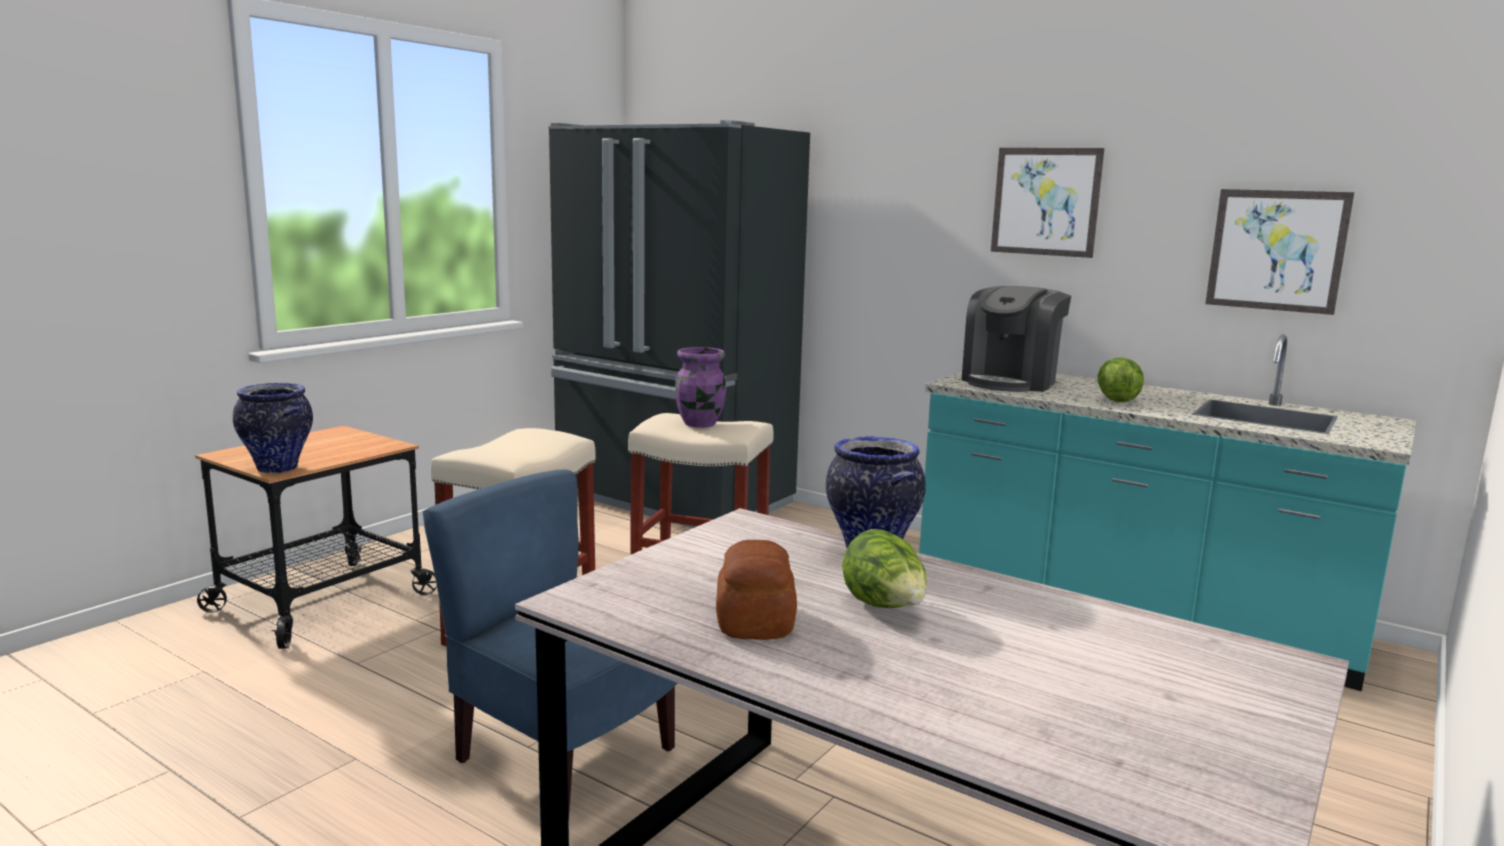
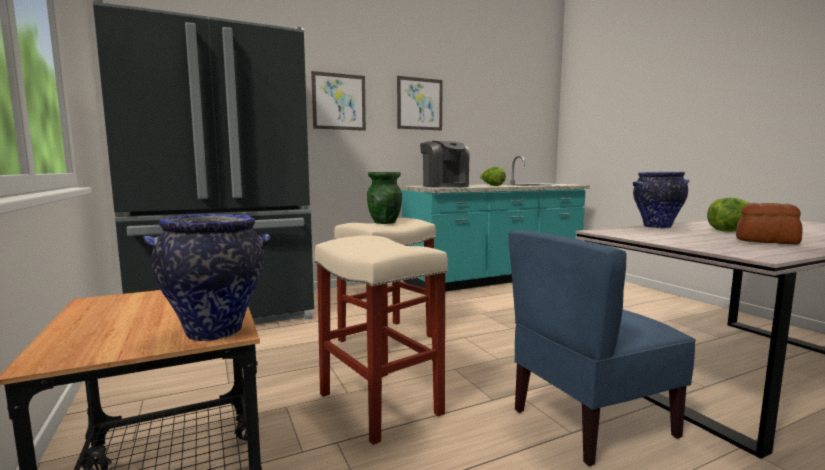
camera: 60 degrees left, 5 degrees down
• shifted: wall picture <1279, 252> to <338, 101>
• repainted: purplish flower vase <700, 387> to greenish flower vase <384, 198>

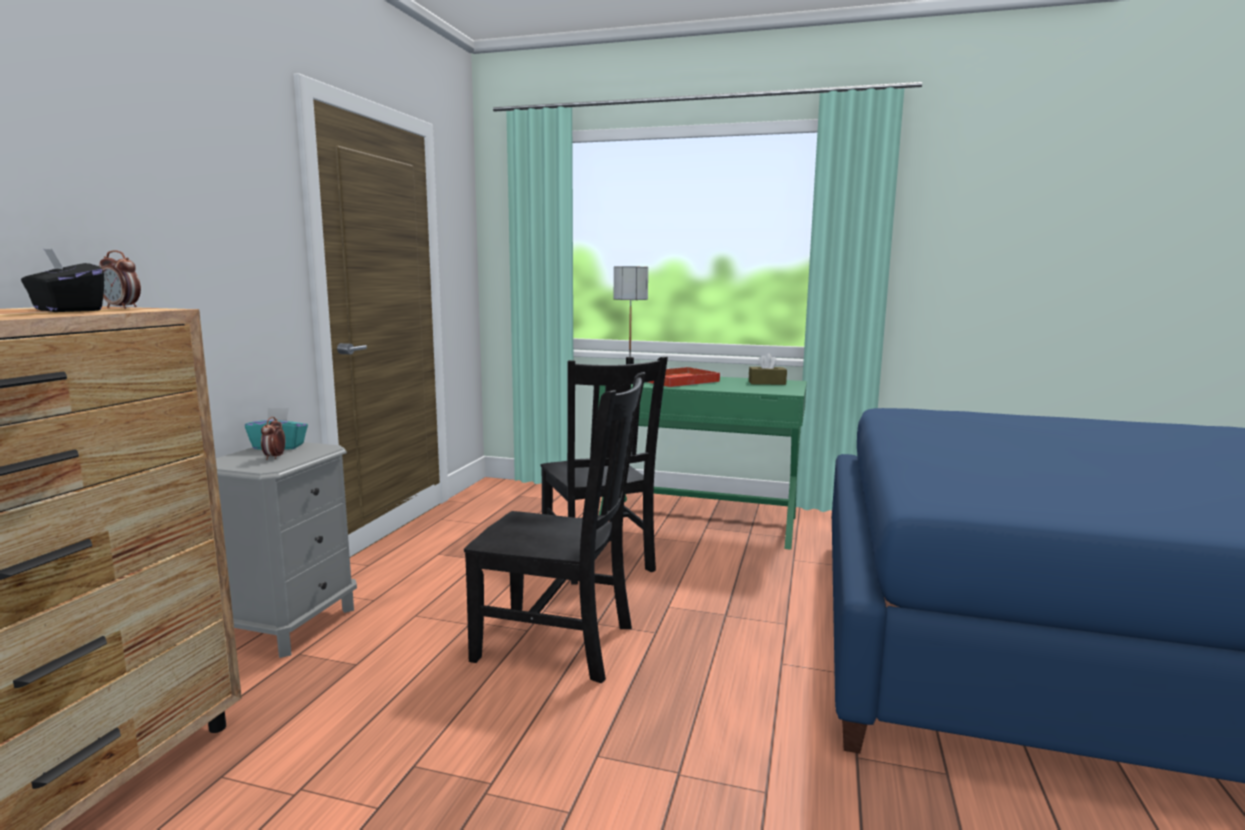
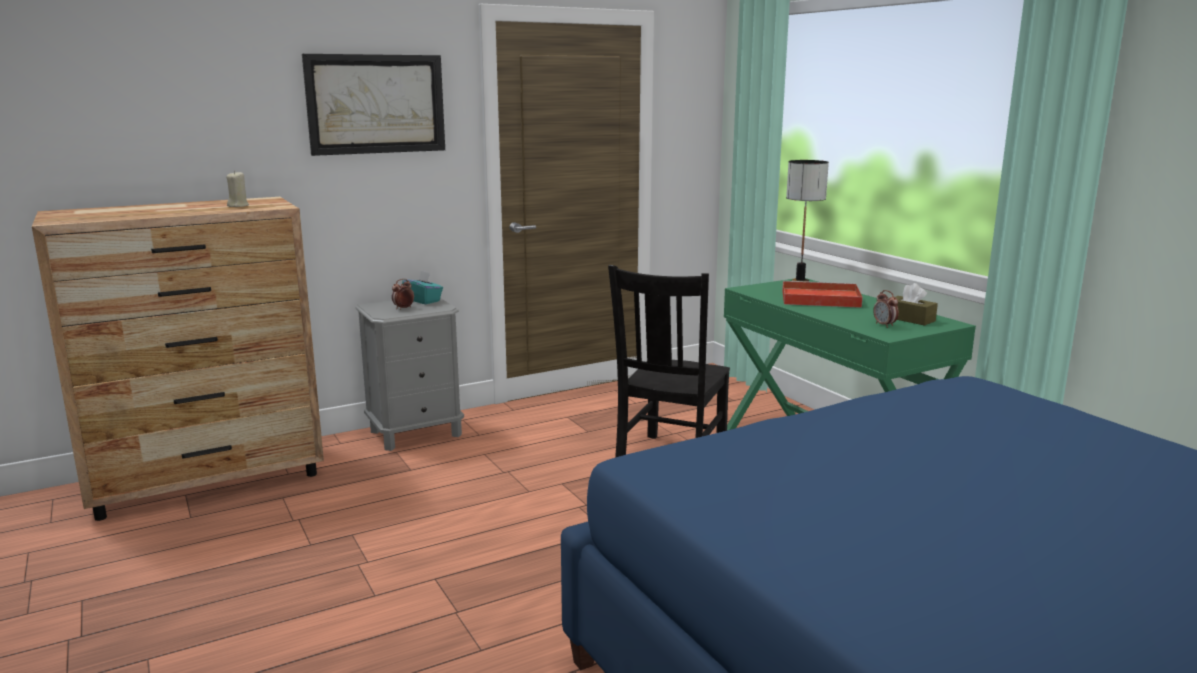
camera: 45 degrees right, 5 degrees up
• gone: blackish plain chair <554, 527>
• new: wall picture <373, 105>
• shifted: bedside clock <120, 279> to <886, 309>
• swapped: blackish tissue holder <62, 280> to beige-coloured wax light <237, 189>

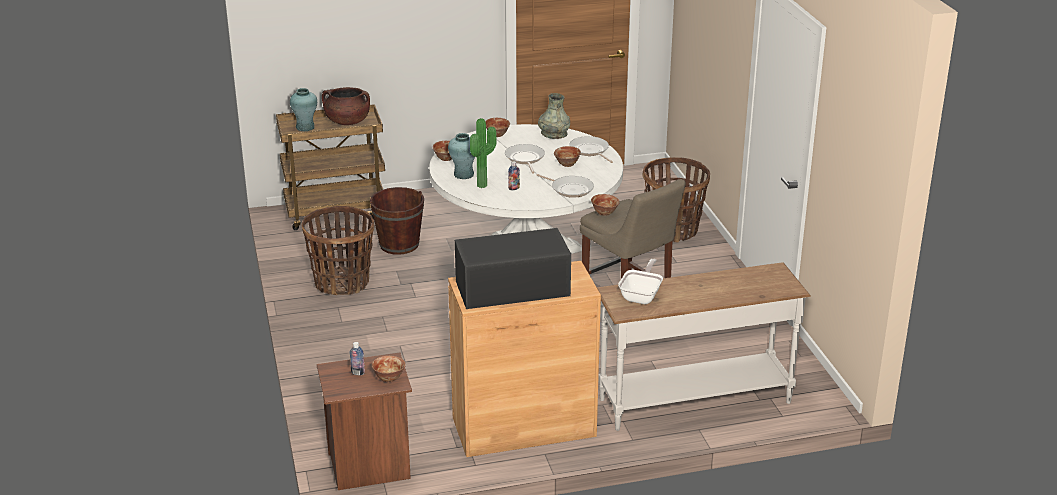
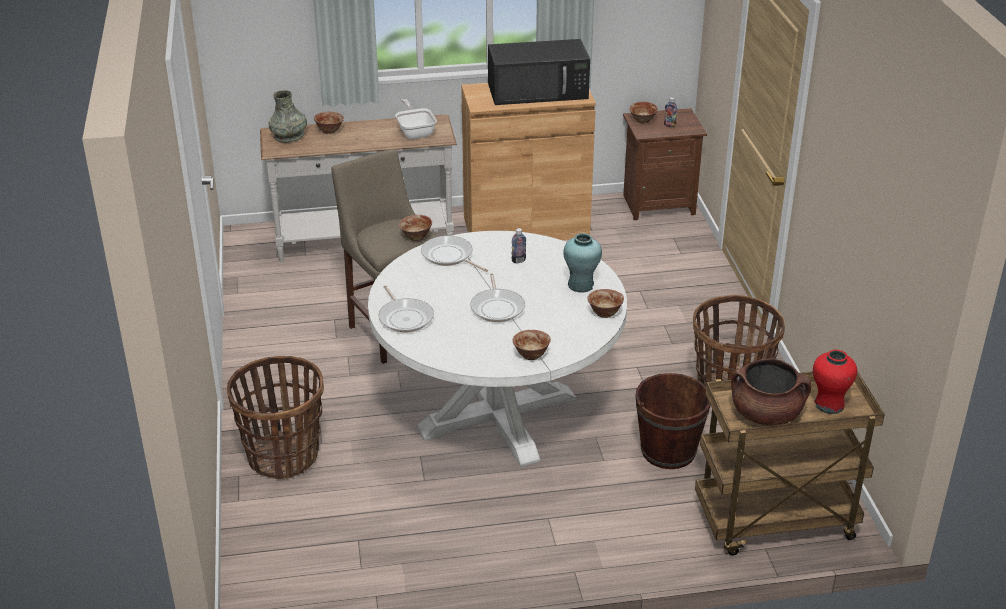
camera: 175 degrees left, 5 degrees up
• gone: houseplant <483, 153>
• shifted: greyish flower vase <554, 116> to <287, 116>
• shifted: bowl <567, 156> to <329, 123>
• repainted: turquoise flower vase <303, 109> to red flower vase <835, 382>
• rotated: skillet <640, 281> = <416, 119> 135 degrees clockwise

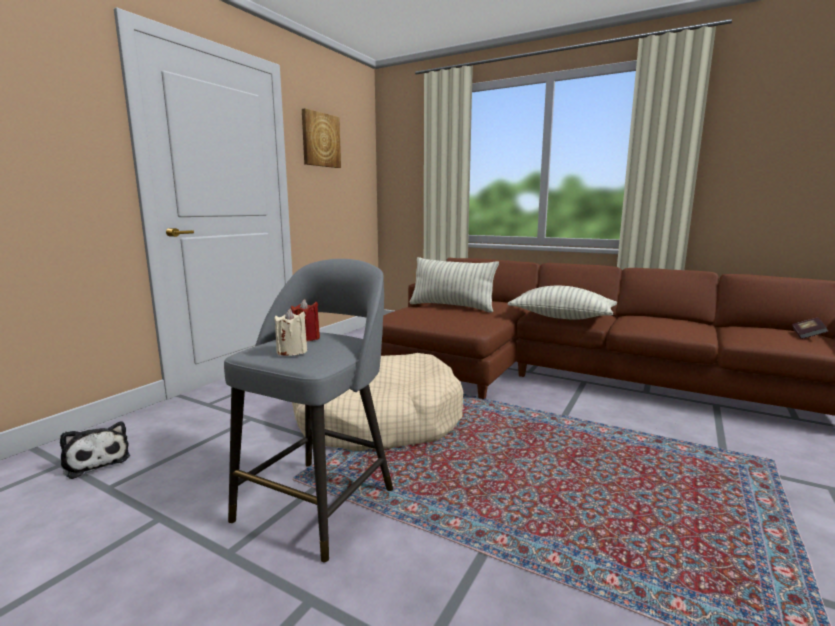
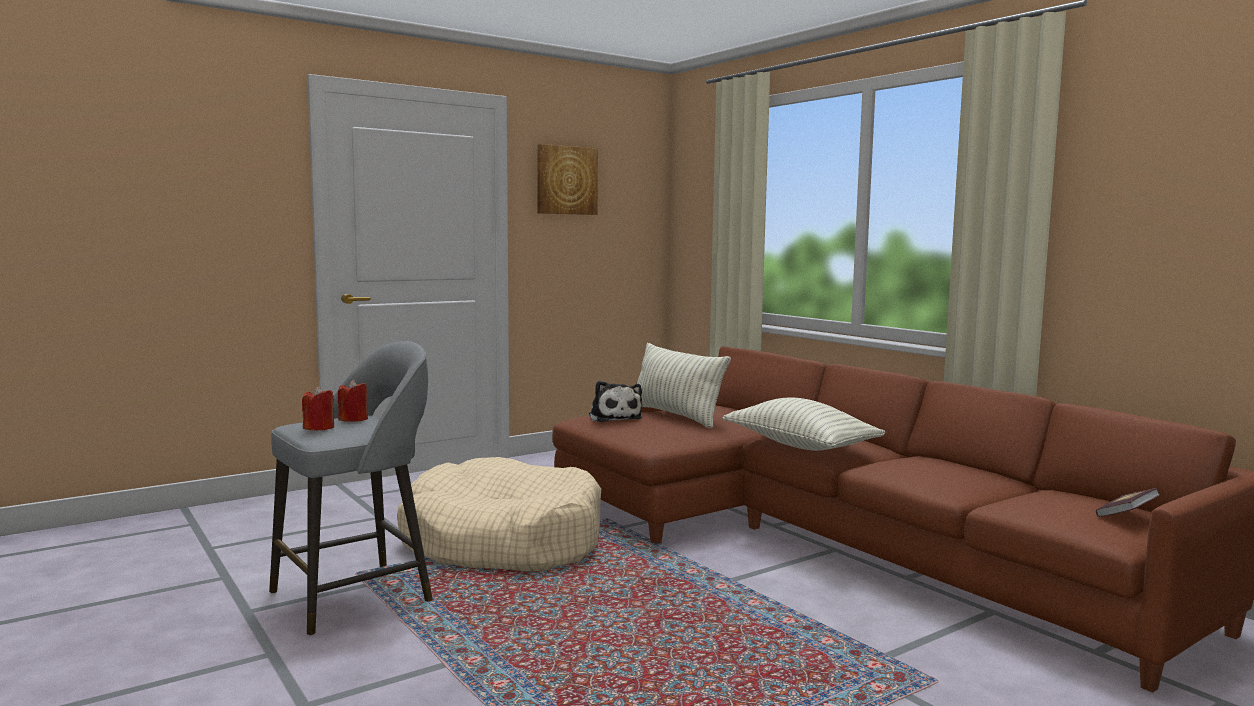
camera: 25 degrees right, 5 degrees down
• shifted: cuddly toy <95, 450> to <616, 401>
• repainted: beige-coloured wax light <291, 332> to red wax light <318, 408>

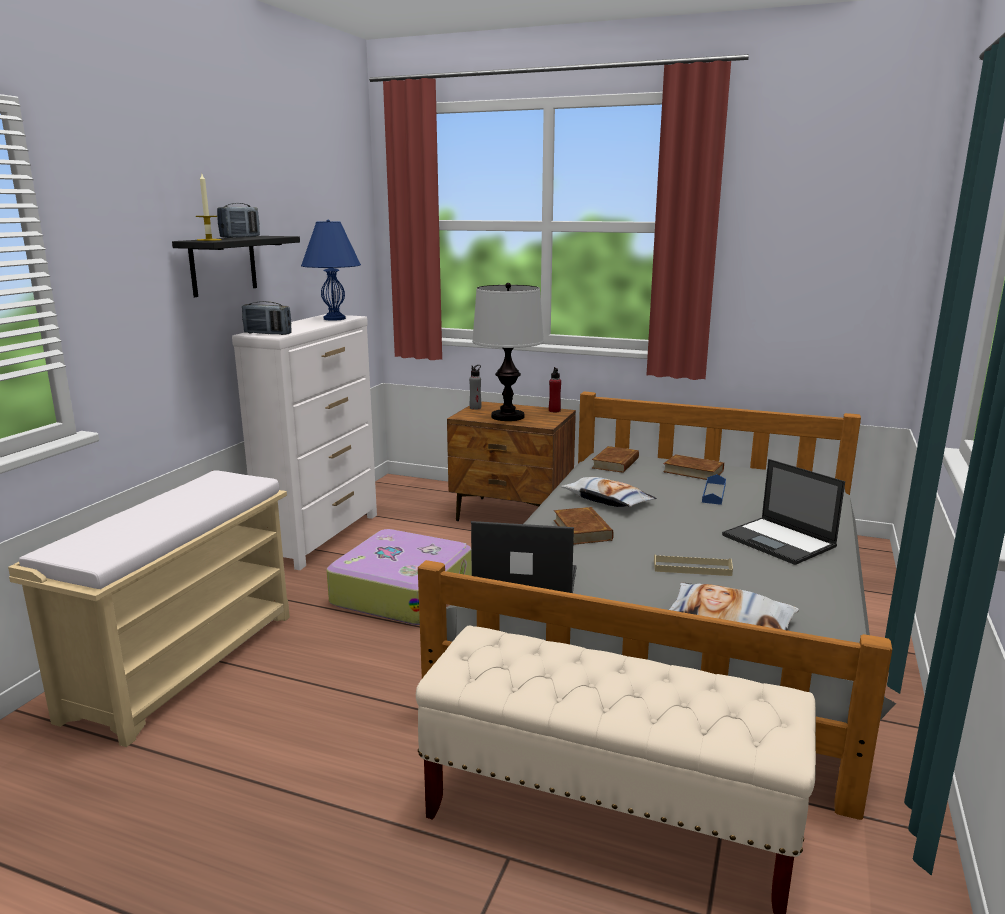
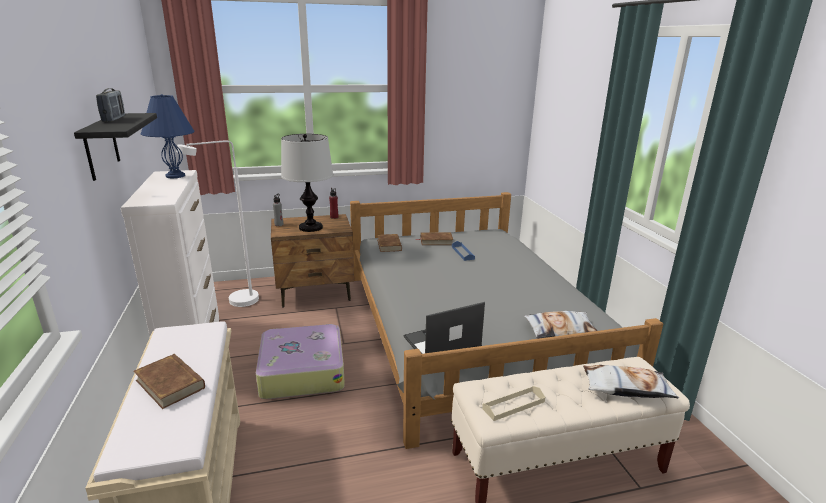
camera: 35 degrees left, 5 degrees up
• gone: wax light <209, 207>
• gone: radio receiver <266, 318>
• gone: portable computer <783, 512>
• new: whitish standard lamp <217, 224>
• shifted: brown volume <584, 526> to <169, 381>
• shifted: cushion <608, 492> to <631, 381>
• shifted: beige-coloured tray <693, 565> to <513, 403>

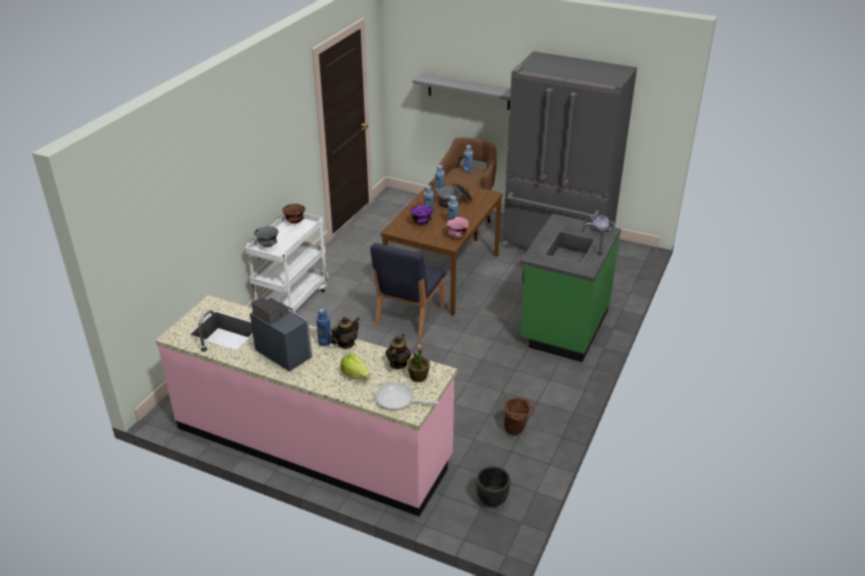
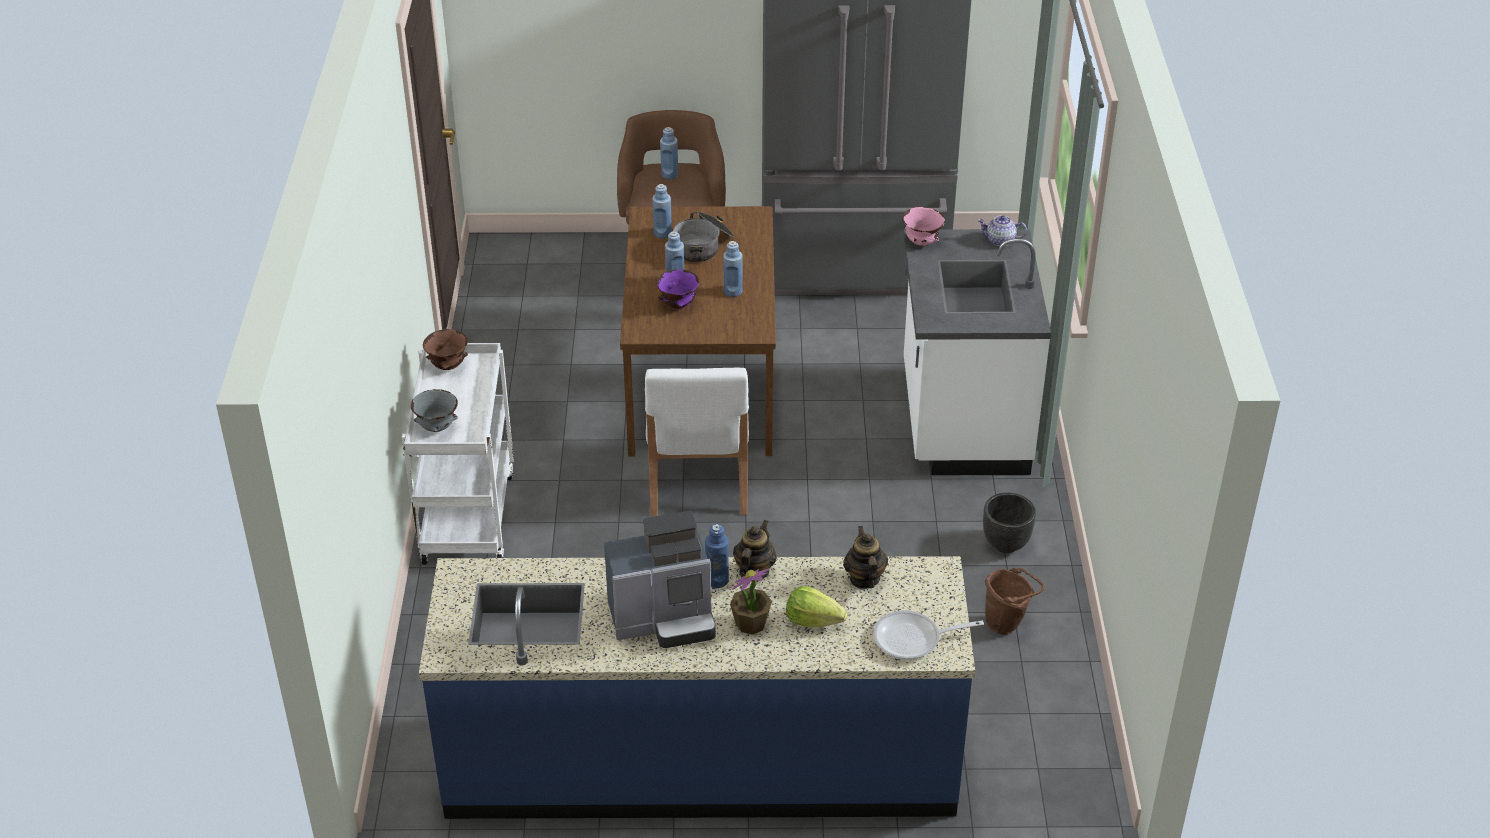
camera: 25 degrees left, 5 degrees up
• gone: greyish bracket shelf <462, 91>
• shifted: houseplant <418, 363> to <751, 601>
• shifted: pinkish bowl <458, 227> to <923, 226>
• shifted: blackish planter <493, 486> to <1009, 522>
• repainted: pinkish kitchen base unit <306, 406> to bluish kitchen base unit <697, 687>
• repainted: bluish plain chair <407, 290> to whitish plain chair <697, 442>
• repainted: greenish kitchen base unit <570, 288> to whitish kitchen base unit <977, 352>
• rotated: coffee brewer <281, 334> = <660, 579> 150 degrees clockwise

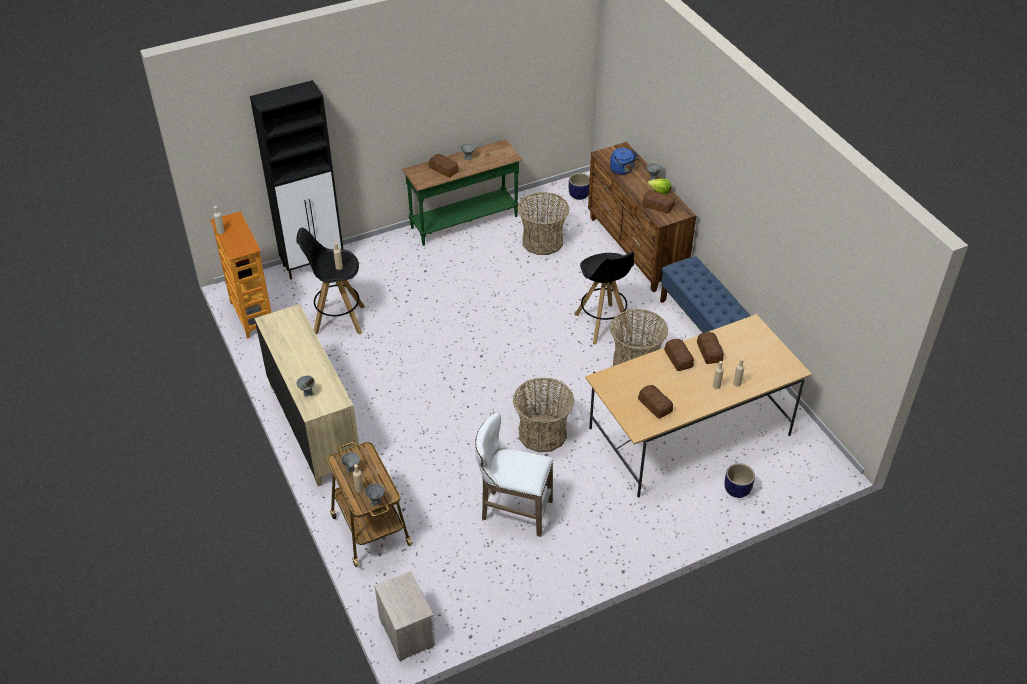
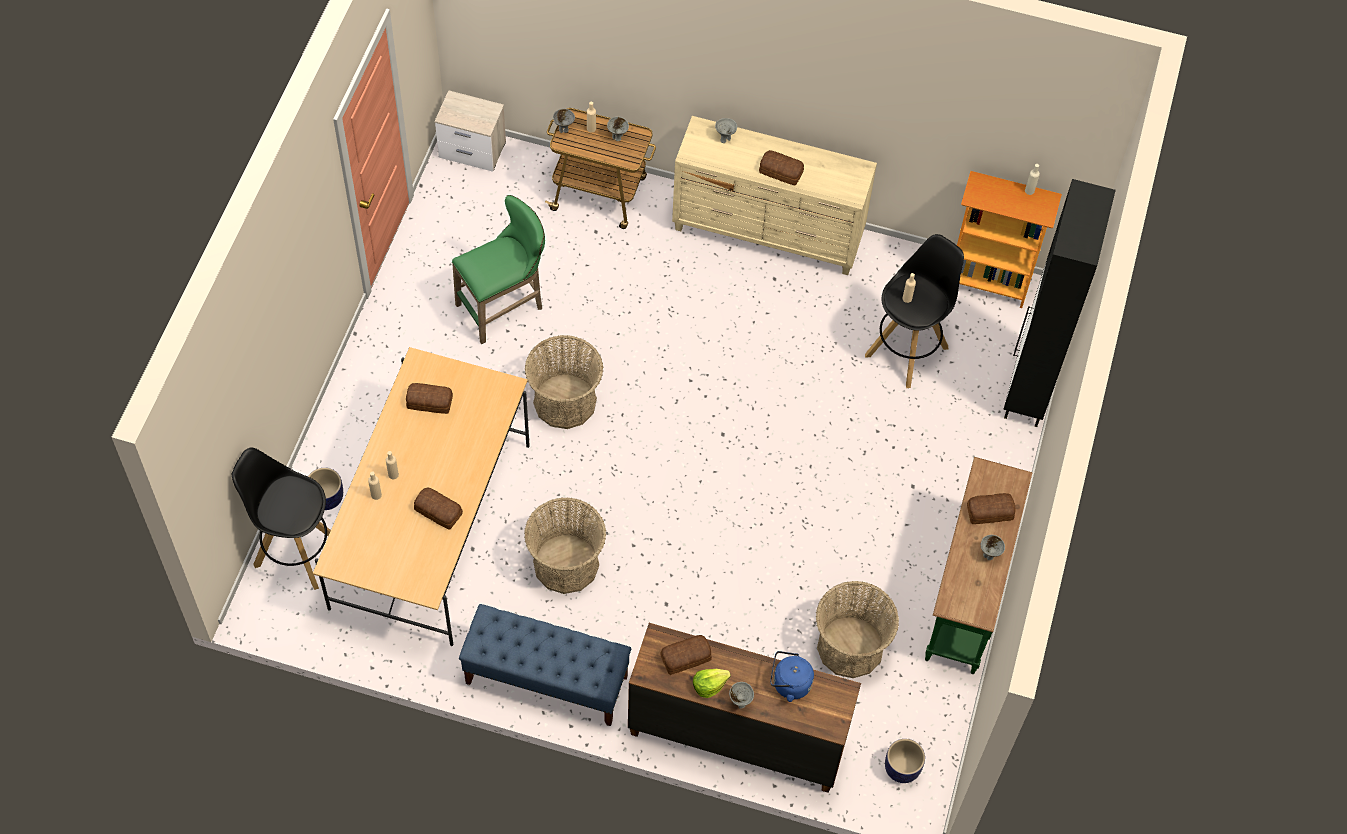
camera: 130 degrees right, 15 degrees up
• shifted: blackish stool seat <604, 298> to <281, 519>
• shifted: bakery bread <679, 355> to <781, 168>
• repainted: whitish stool seat <514, 474> to greenish stool seat <498, 269>

